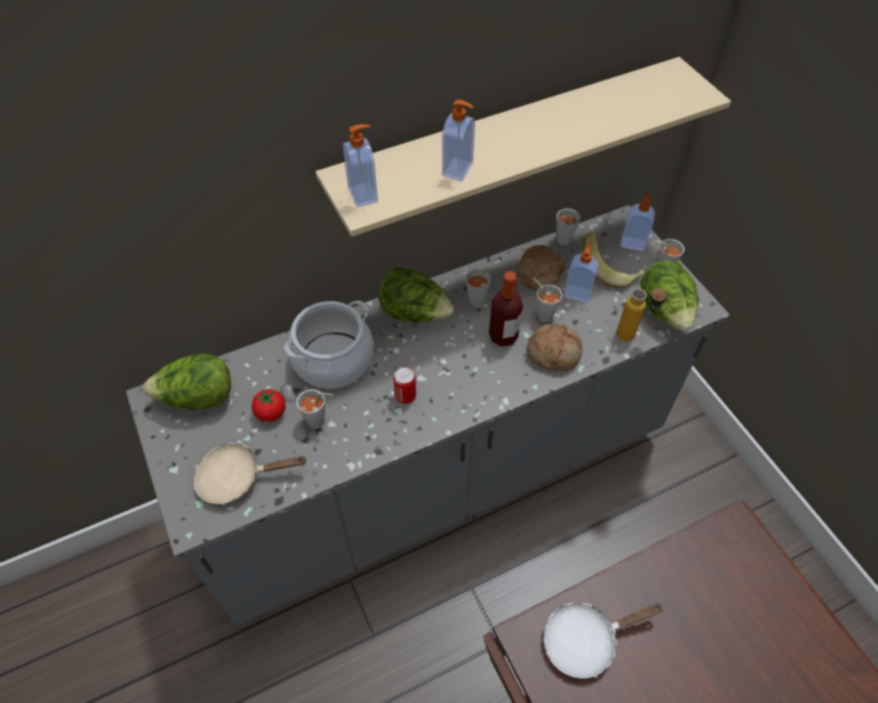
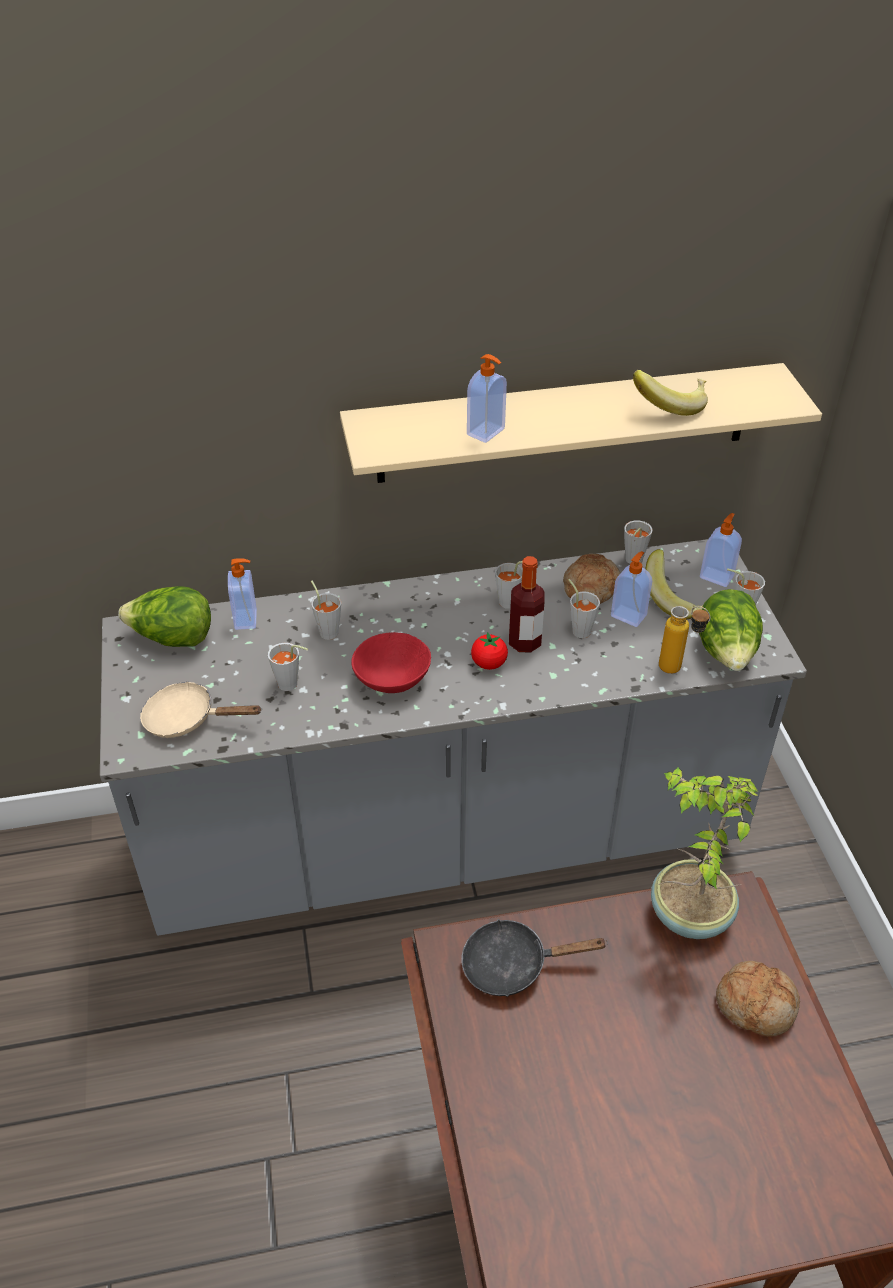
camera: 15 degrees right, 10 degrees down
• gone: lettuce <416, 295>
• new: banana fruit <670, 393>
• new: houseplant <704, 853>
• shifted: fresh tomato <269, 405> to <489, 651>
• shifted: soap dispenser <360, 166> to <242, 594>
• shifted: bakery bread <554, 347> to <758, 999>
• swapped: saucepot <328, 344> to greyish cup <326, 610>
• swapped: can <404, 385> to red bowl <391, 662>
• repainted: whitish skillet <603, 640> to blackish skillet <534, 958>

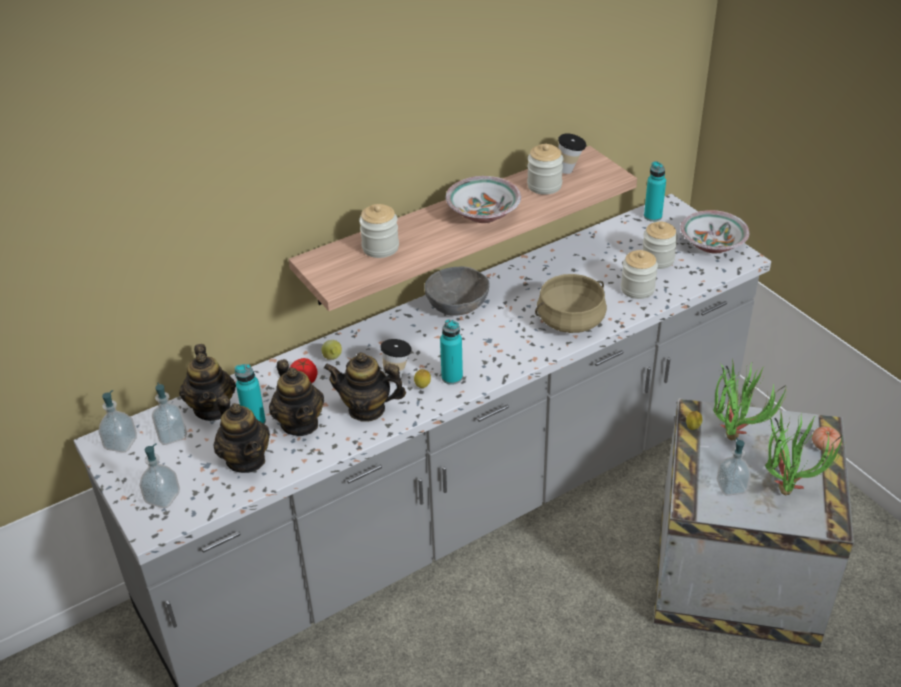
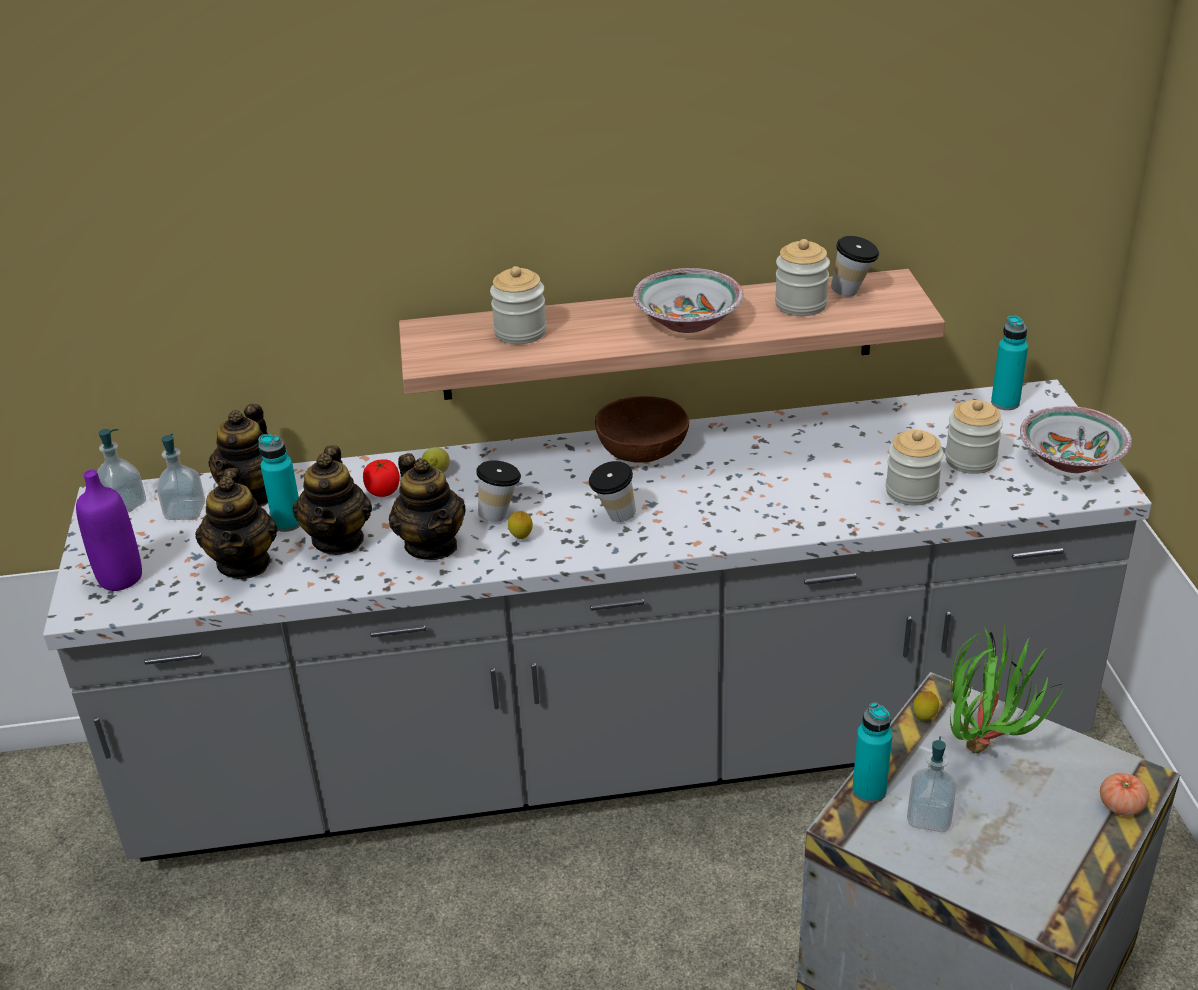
camera: 25 degrees right, 5 degrees down
• gone: beige-coloured saucepot <571, 303>
• gone: houseplant <805, 454>
• new: cup <612, 491>
• shifted: turquoise bottle <451, 352> to <872, 752>
• swapped: soap dispenser <159, 475> to purplish bottle <109, 530>
• repainted: greyish bowl <457, 291> to brown bowl <642, 429>
• rotated: teapot <365, 387> = <427, 506> 150 degrees counterclockwise

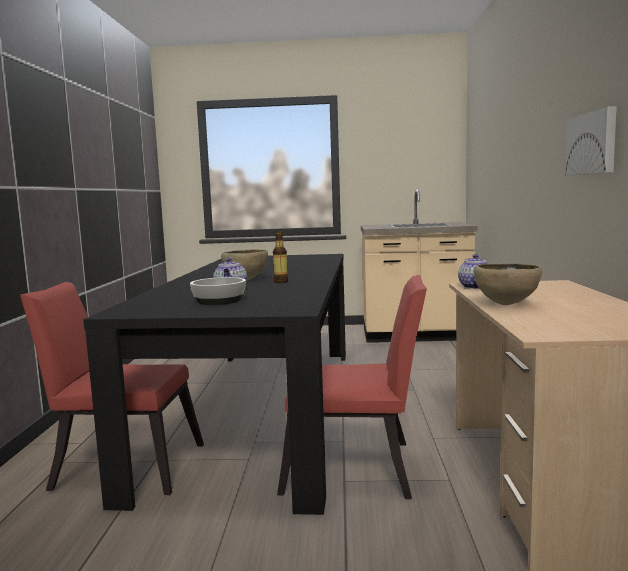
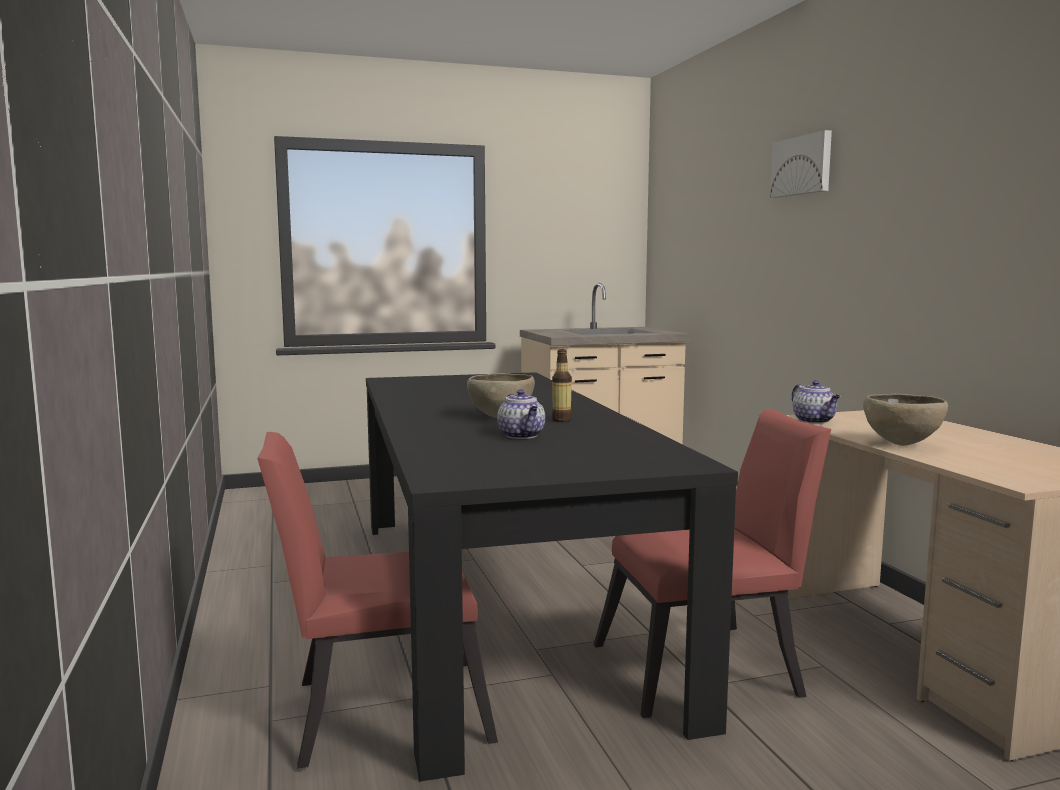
camera: 20 degrees left, 0 degrees up
• gone: bowl <218, 291>
• shifted: wall picture <591, 141> to <801, 164>

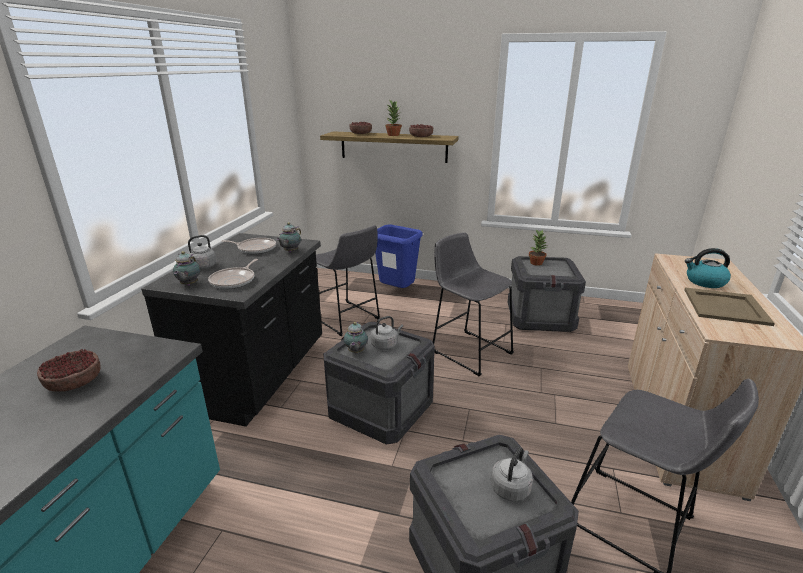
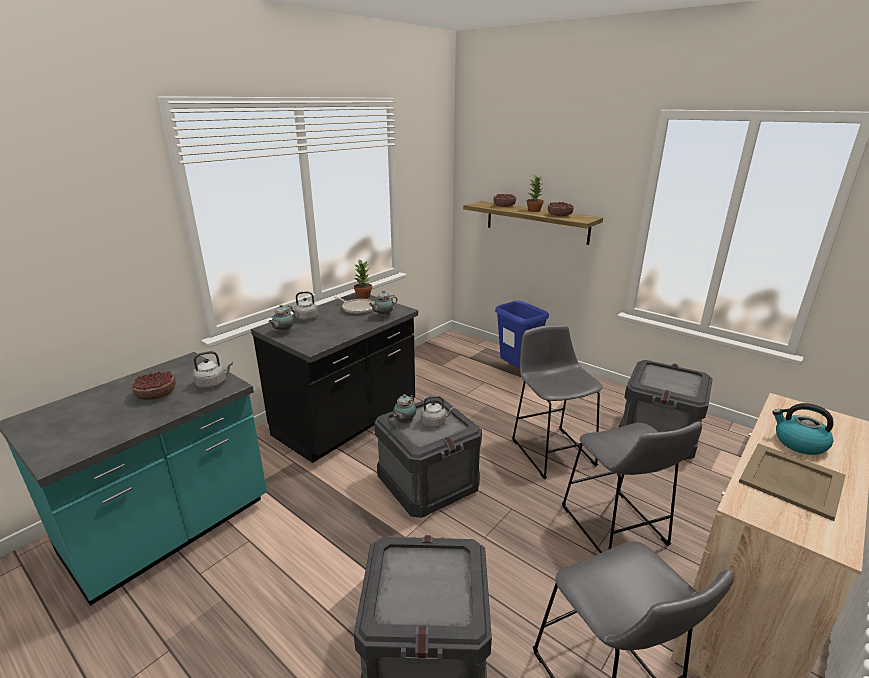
camera: 25 degrees right, 0 degrees up
• gone: skillet <233, 274>
• shifted: greyish stool seat <348, 280> to <632, 488>
• shifted: greyish tea kettle <512, 474> to <213, 370>
• shifted: houseplant <538, 248> to <363, 279>

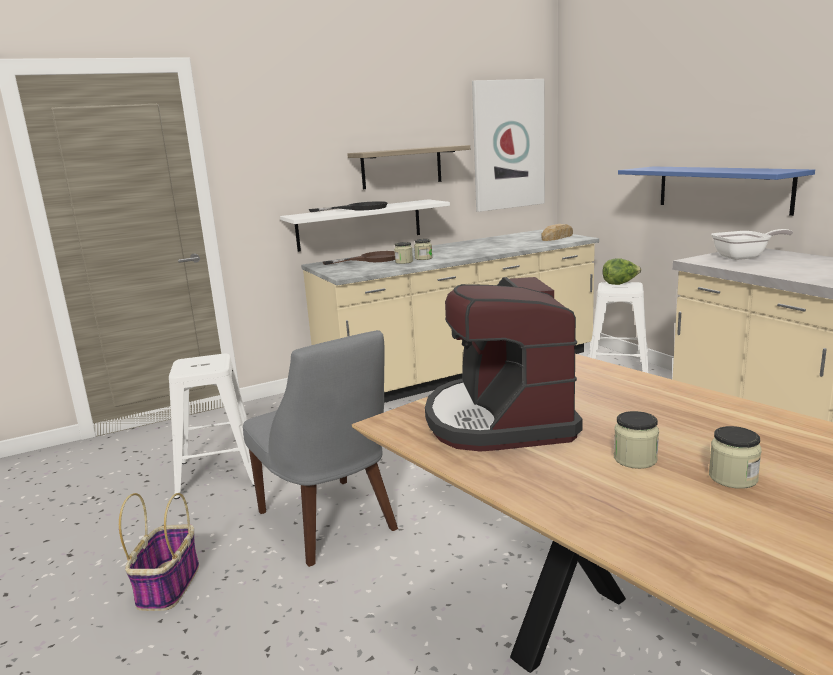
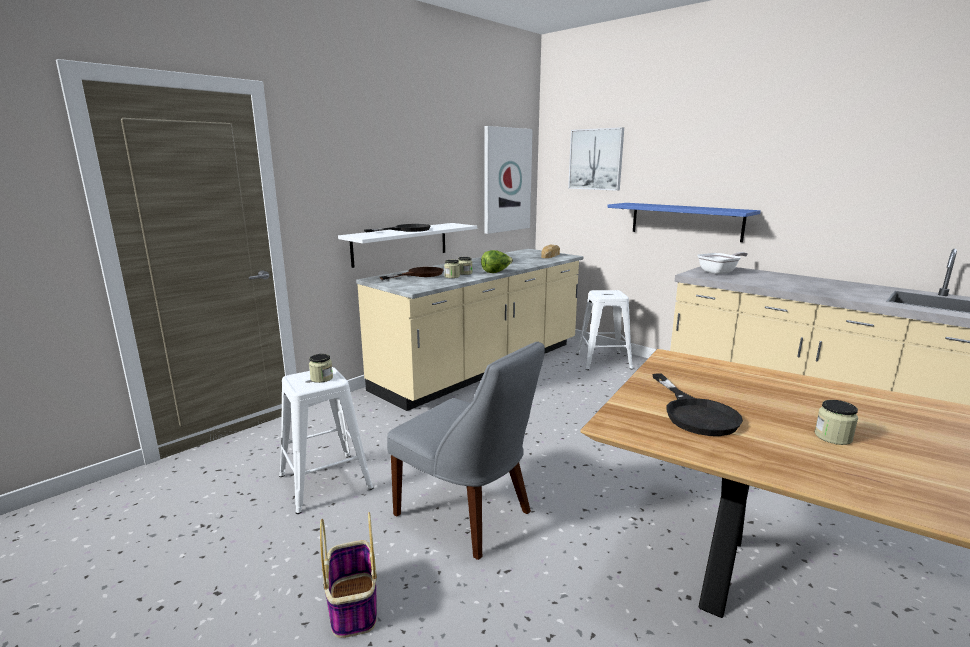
camera: 20 degrees left, 0 degrees up
• gone: bracket shelf <408, 167>
• new: wall picture <596, 159>
• shifted: lettuce <622, 271> to <497, 261>
• shifted: storage jar <735, 457> to <321, 368>
• swapped: coffee brewer <504, 364> to blackish skillet <697, 405>

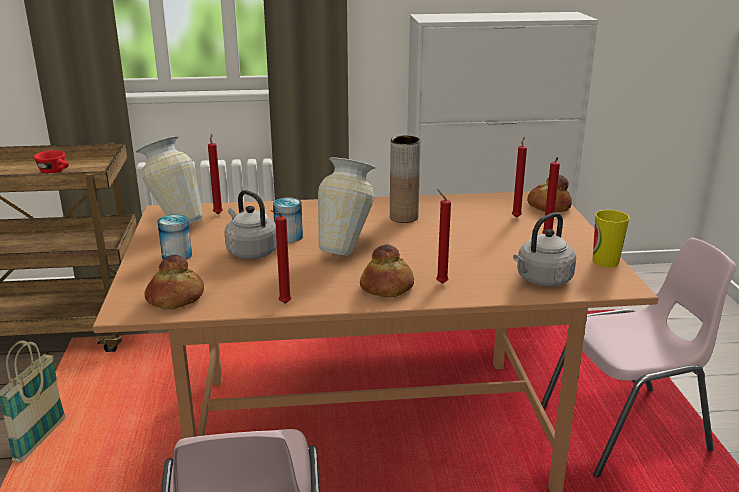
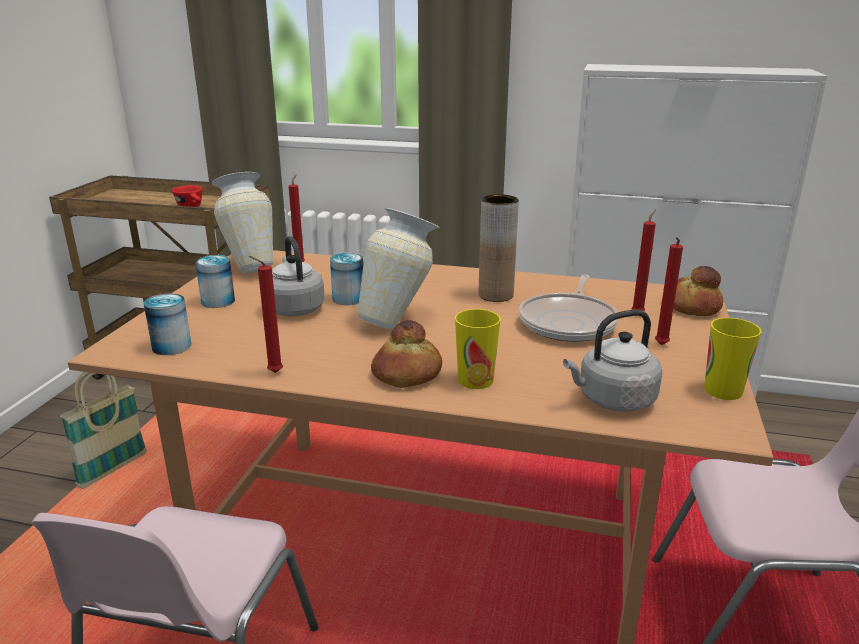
camera: 20 degrees right, 0 degrees up
• new: skillet <569, 308>
• swapped: bakery bread <174, 282> to can <167, 324>
• swapped: red wax light <443, 236> to cup <478, 349>

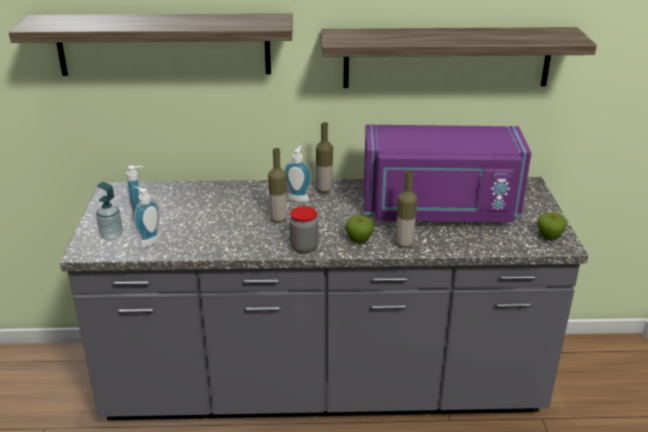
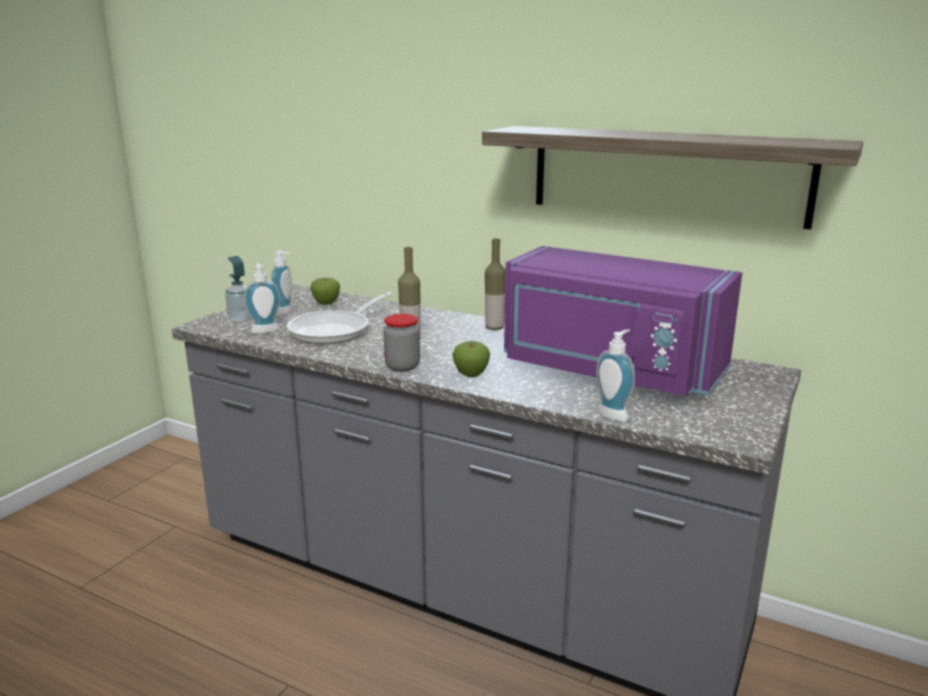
camera: 30 degrees right, 10 degrees down
• gone: bracket shelf <151, 44>
• gone: bottle <406, 209>
• new: skillet <339, 318>
• shifted: soap dispenser <298, 174> to <615, 375>
• shifted: apple fruit <552, 226> to <325, 291>

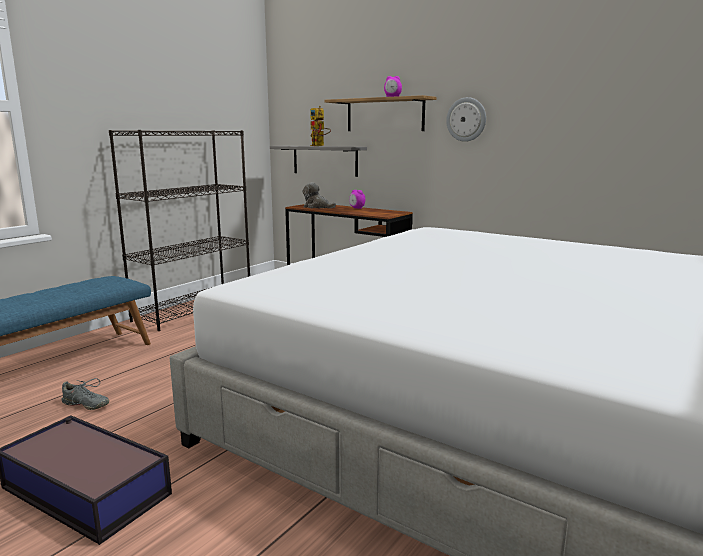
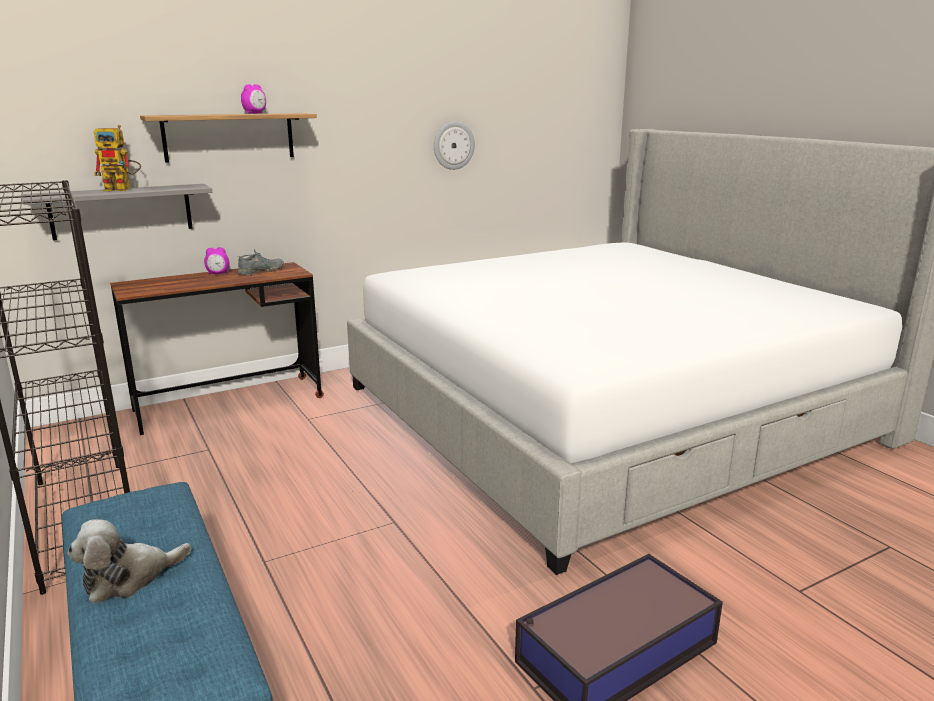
camera: 65 degrees left, 5 degrees up
• shifted: greyish shoe <85, 394> to <260, 262>
• shifted: cuddly toy <319, 195> to <129, 561>
• shifted: wall clock <466, 119> to <454, 145>

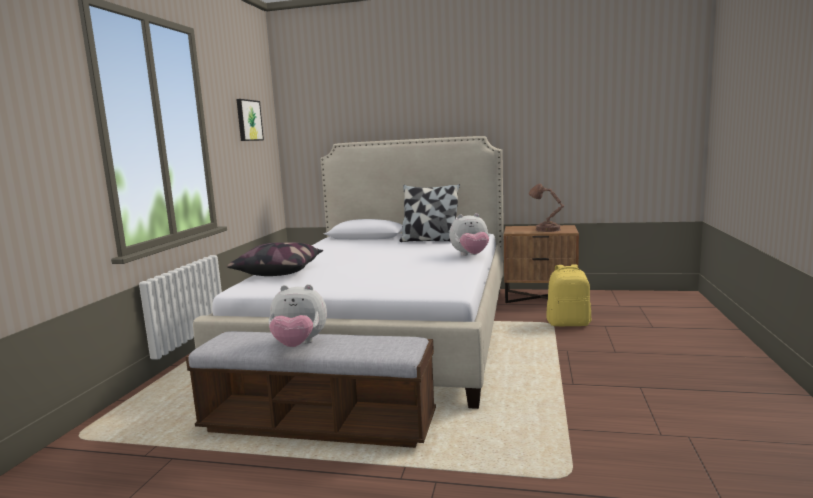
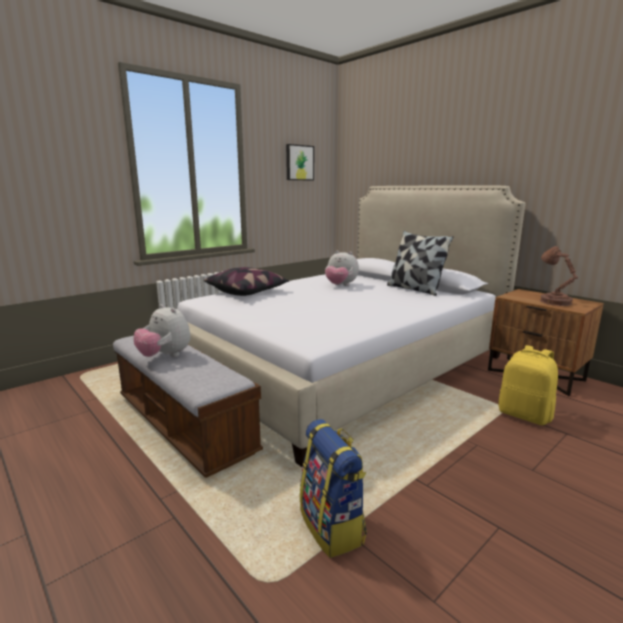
camera: 35 degrees right, 5 degrees up
• new: rucksack <333, 488>
• shifted: cuddly toy <469, 234> to <342, 268>

